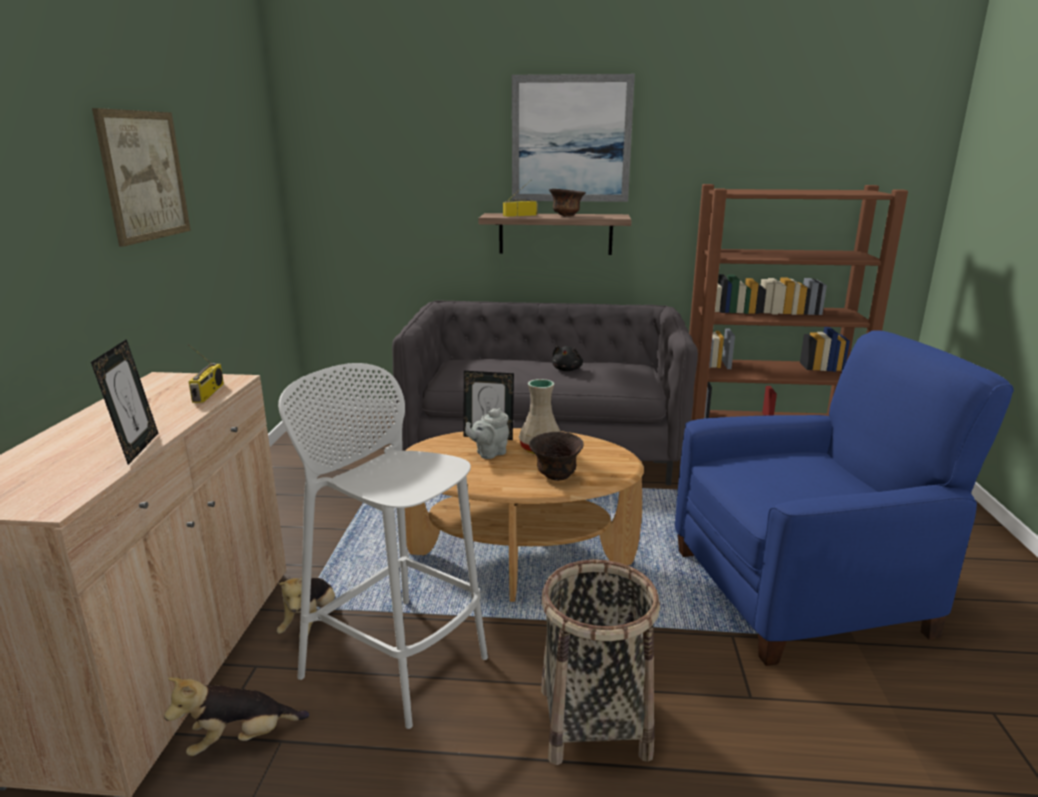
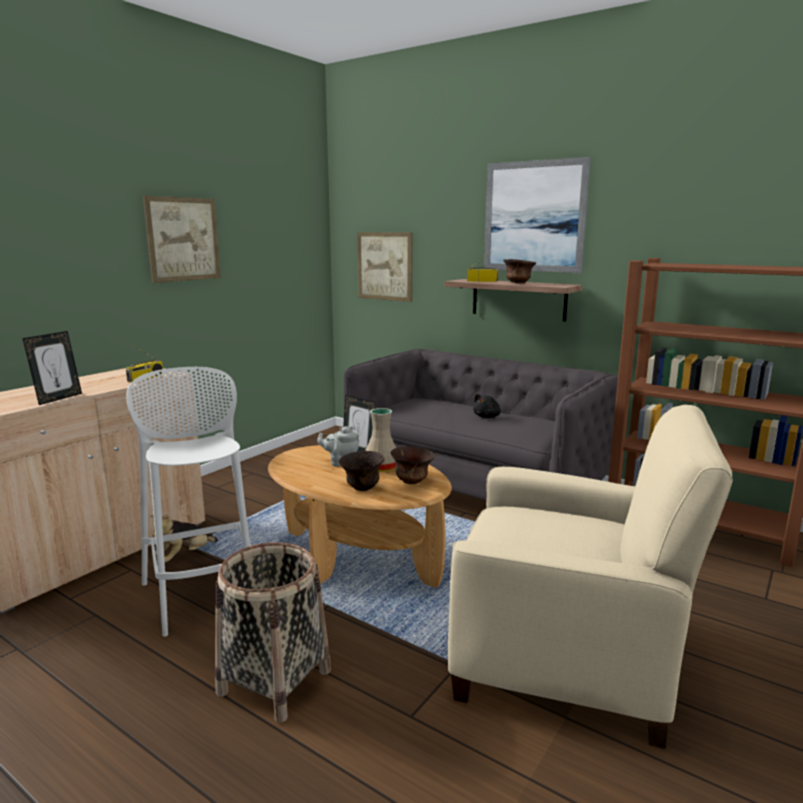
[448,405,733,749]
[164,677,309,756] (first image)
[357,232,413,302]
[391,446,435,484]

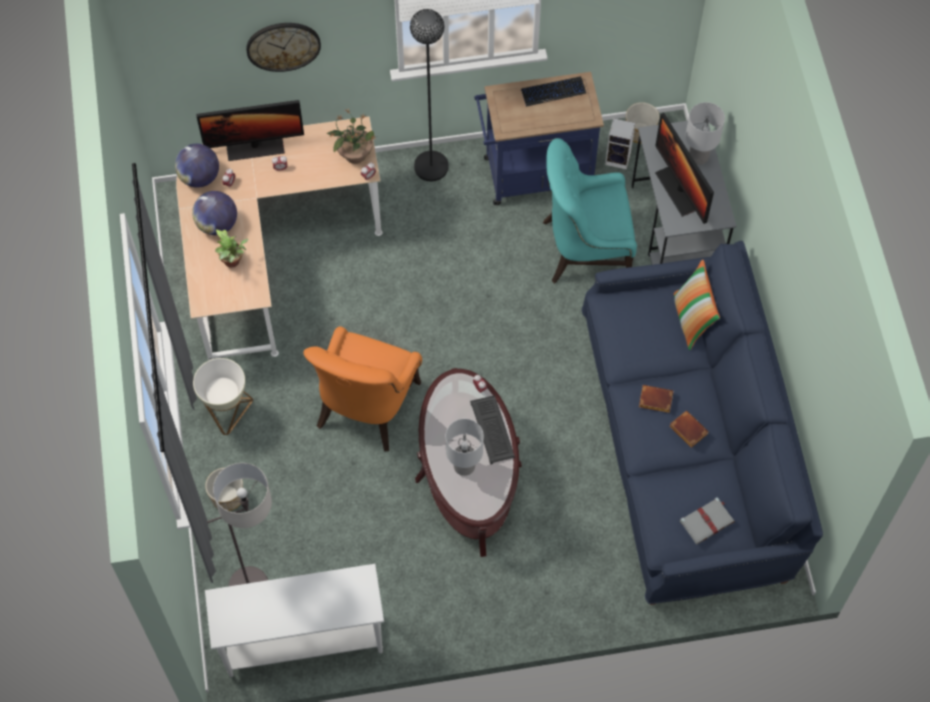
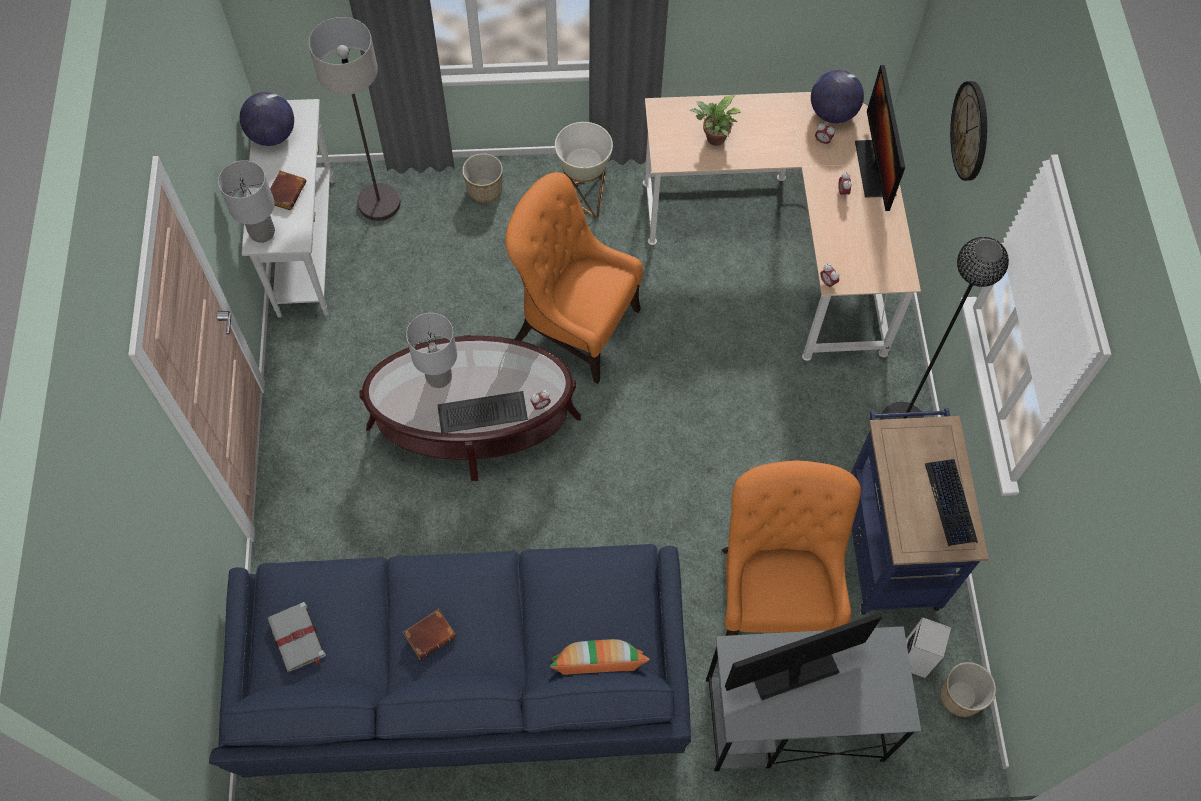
[218,160,275,243]
[327,109,377,164] (first image)
[721,461,861,636]
[240,92,294,146]
[270,171,306,210]

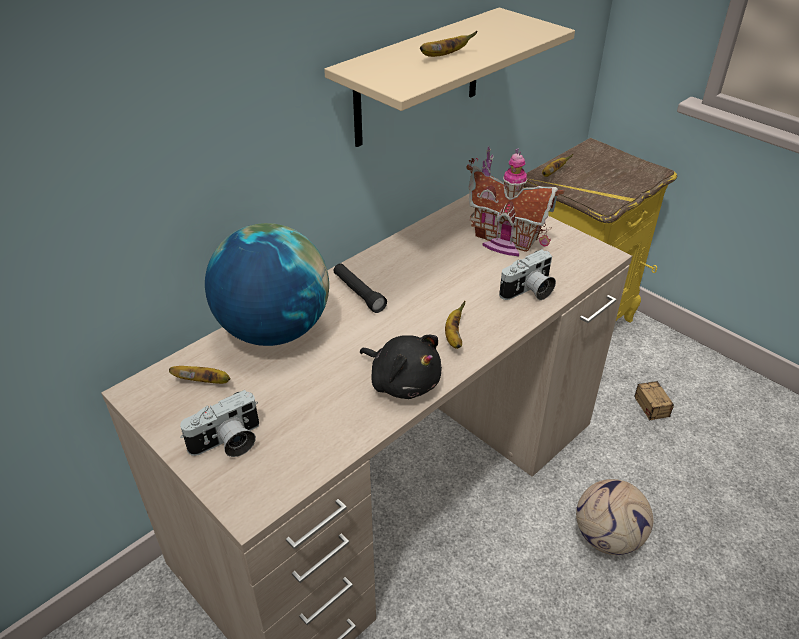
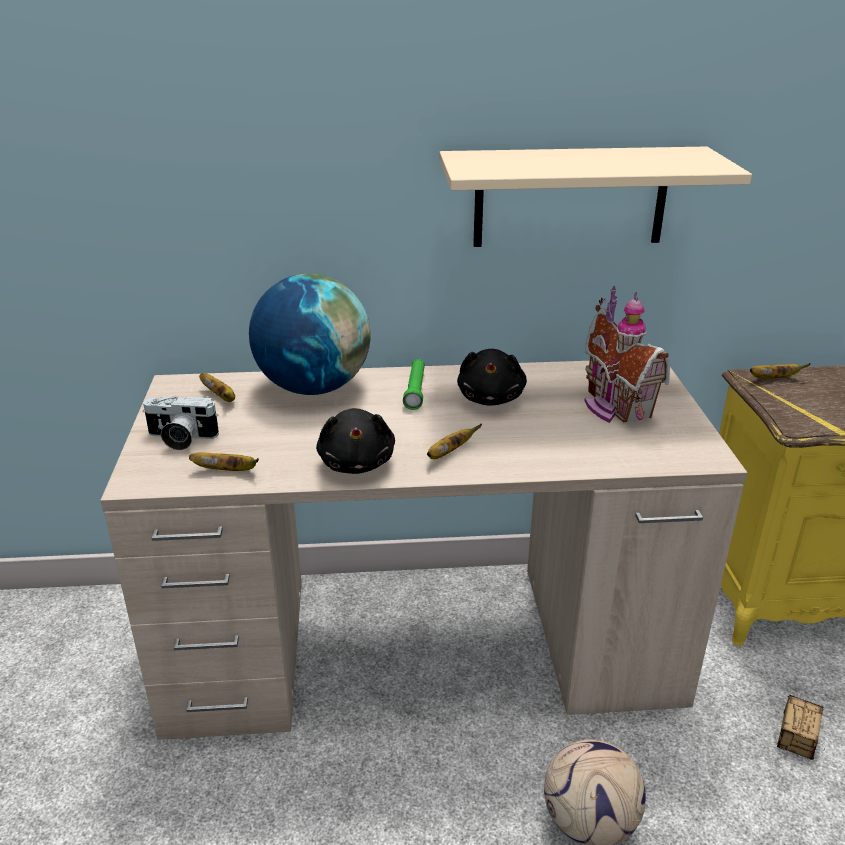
[189,452,259,471]
[499,249,556,300] (first image)
[403,359,425,410]
[457,349,527,405]

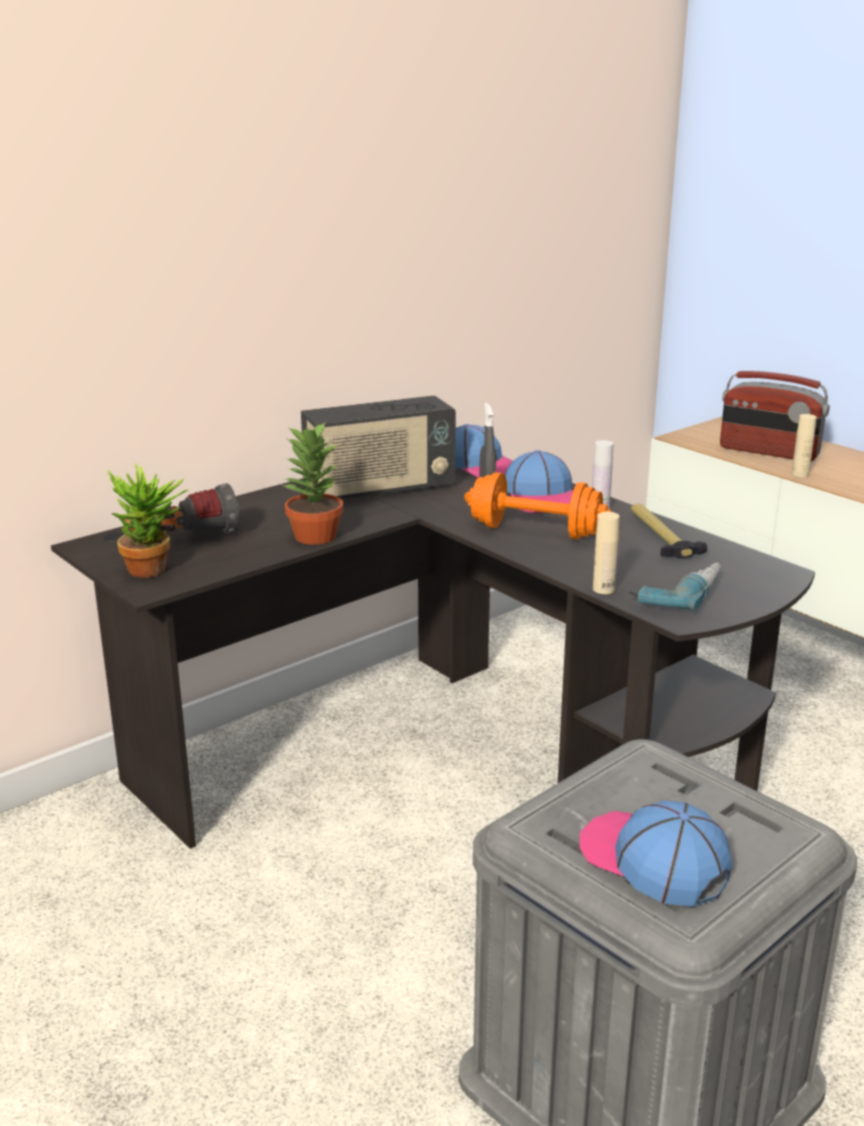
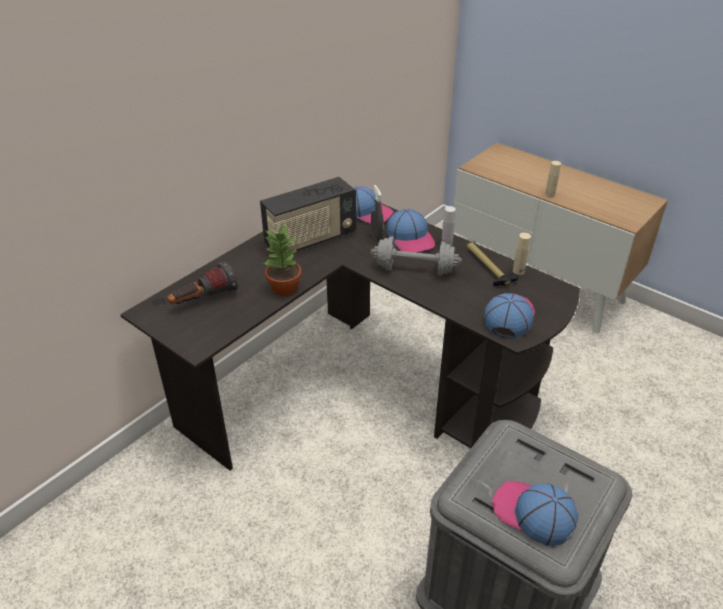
[720,371,830,462] (first image)
[107,464,189,578] (first image)
[371,236,462,276]
[513,233,531,275]
[484,293,535,338]

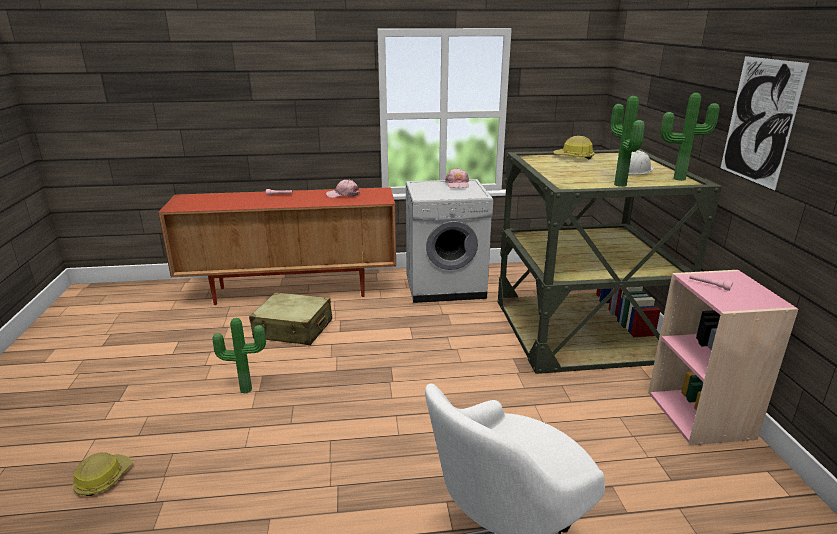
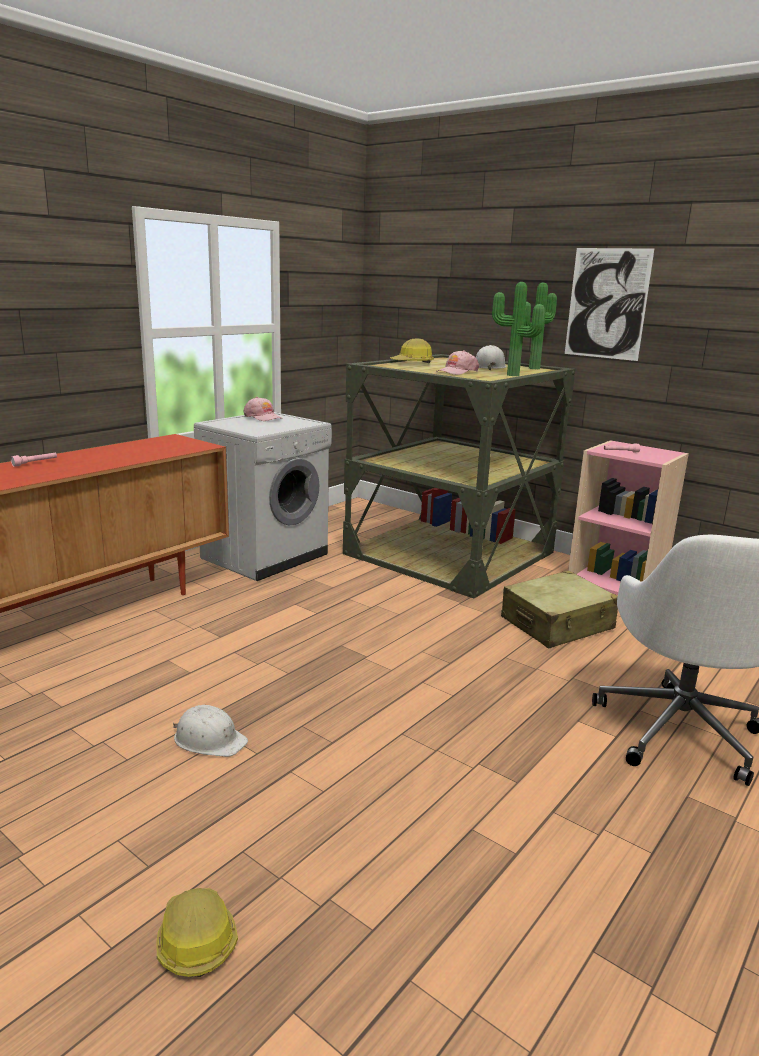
[436,350,479,375]
[501,570,618,648]
[173,705,248,757]

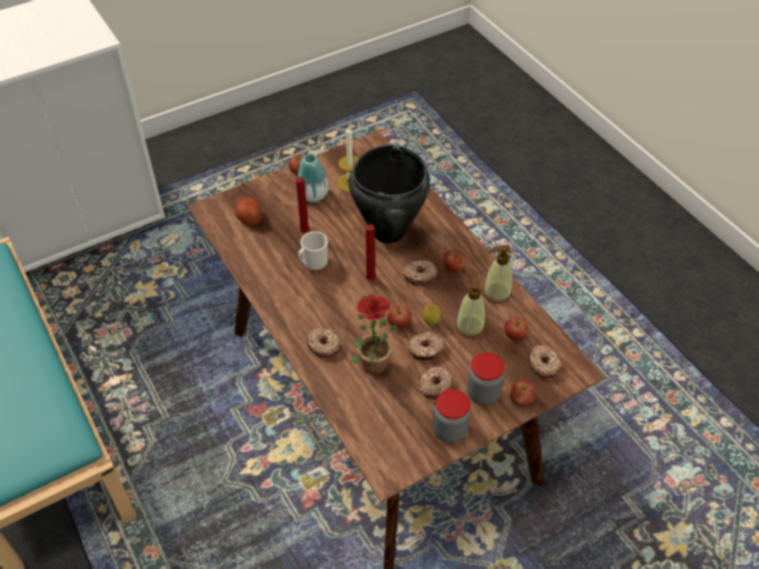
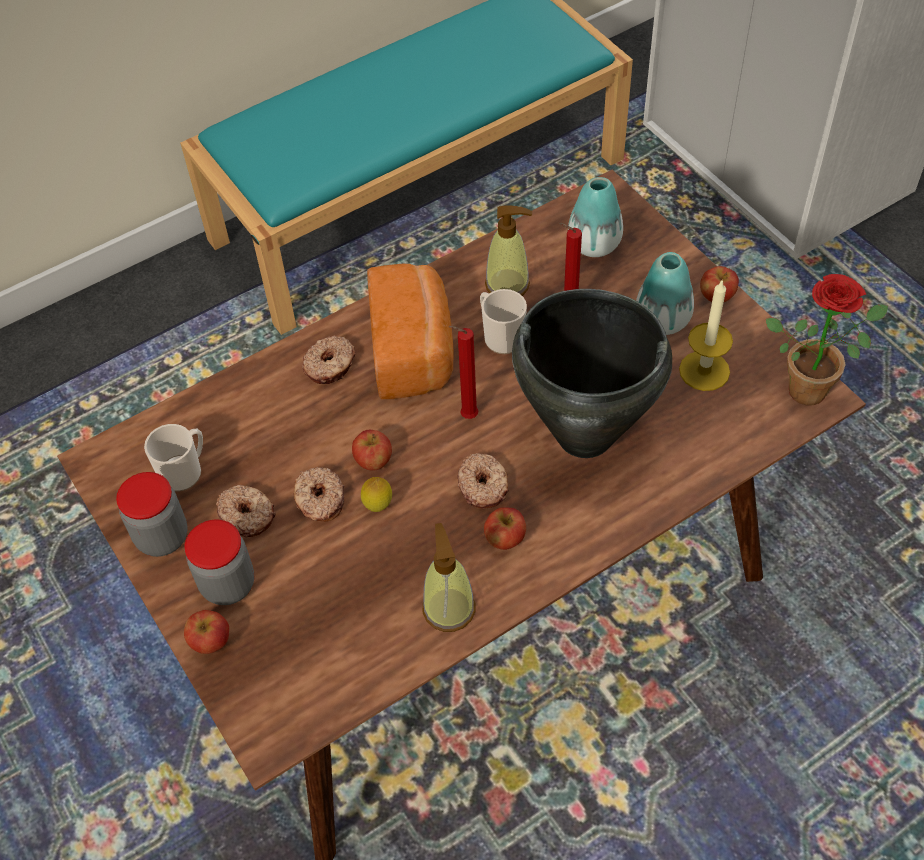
[568,177,623,257]
[485,205,532,296]
[766,274,888,405]
[504,317,530,341] (first image)
[528,345,562,378] (first image)
[367,264,454,399]
[144,424,203,491]

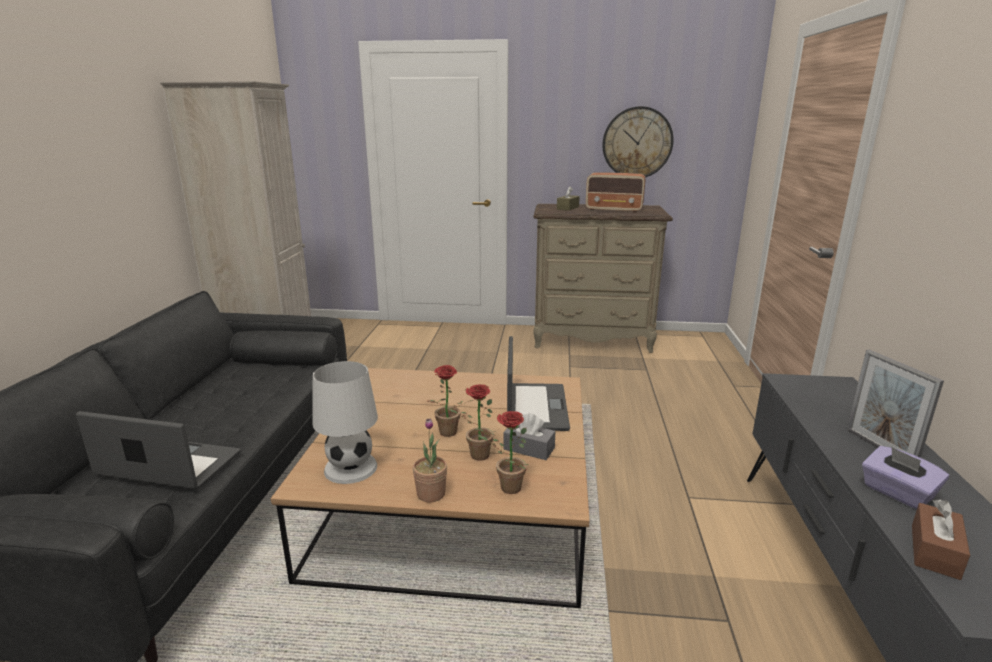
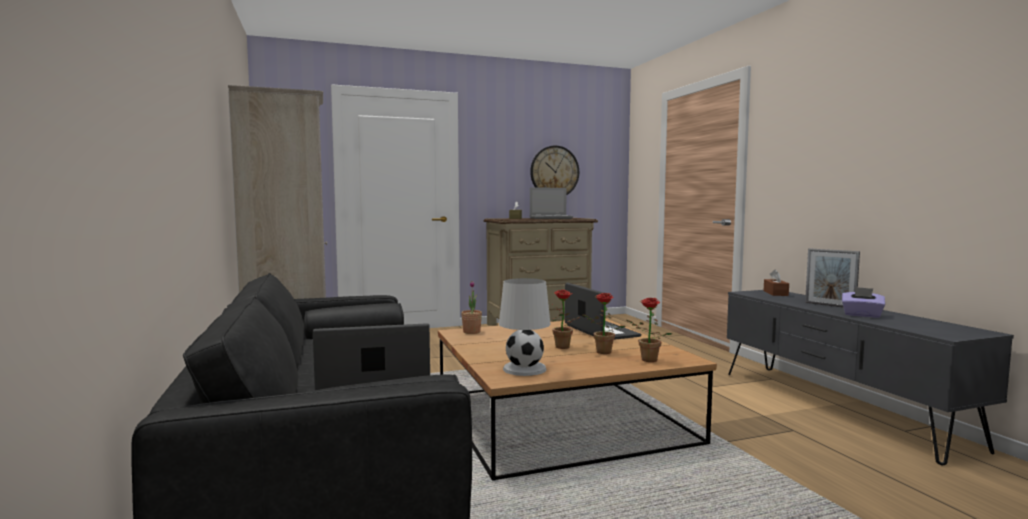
[530,188,573,219]
[503,413,555,460] (first image)
[461,281,482,334]
[764,269,789,296]

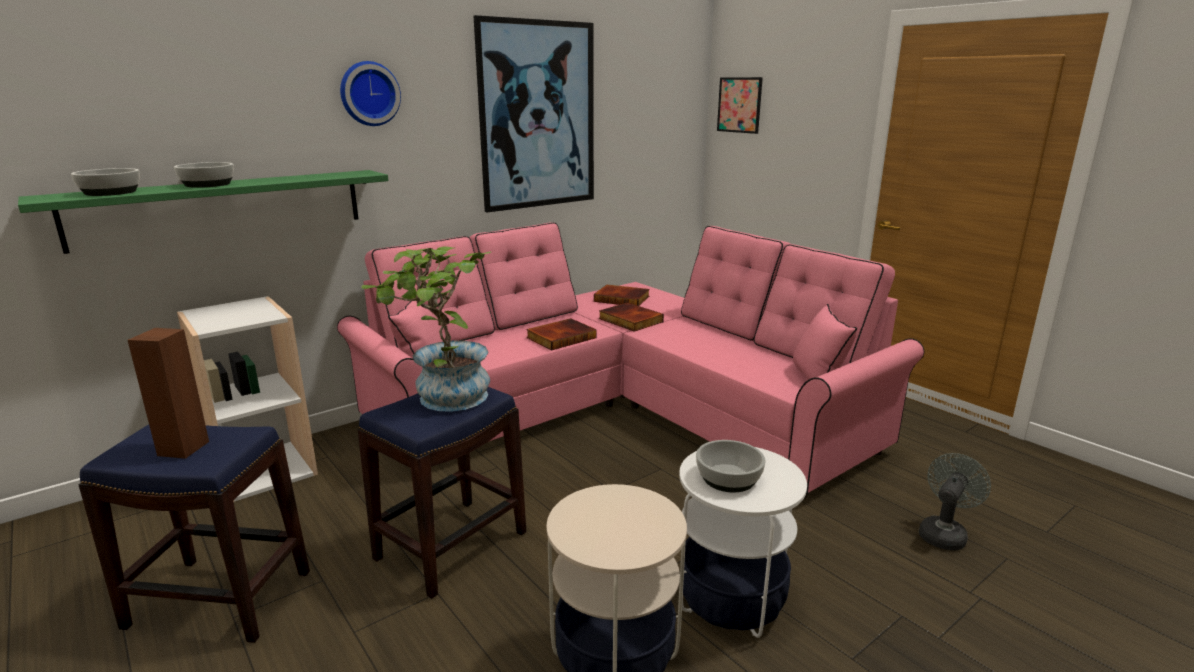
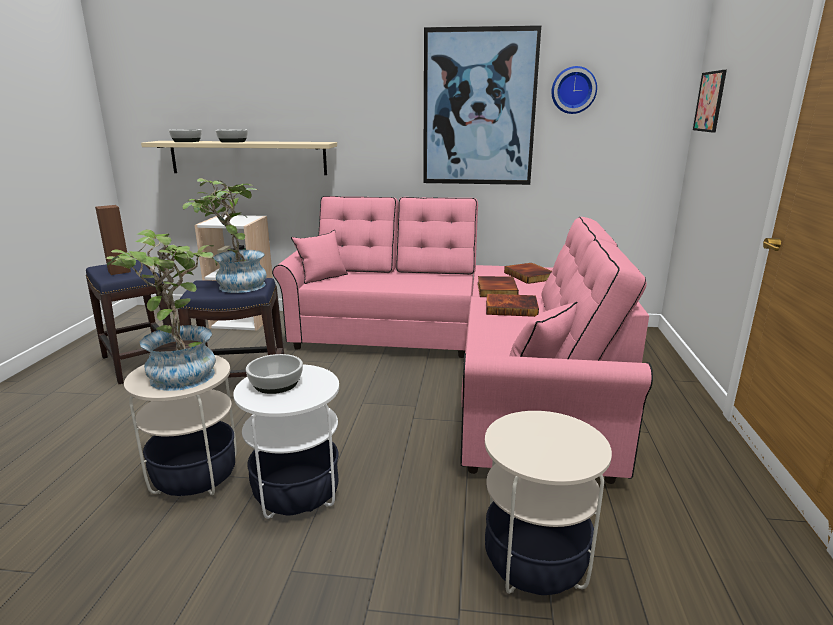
[552,66,597,114]
[141,141,337,175]
[486,294,539,317]
[485,411,612,595]
[106,229,218,391]

